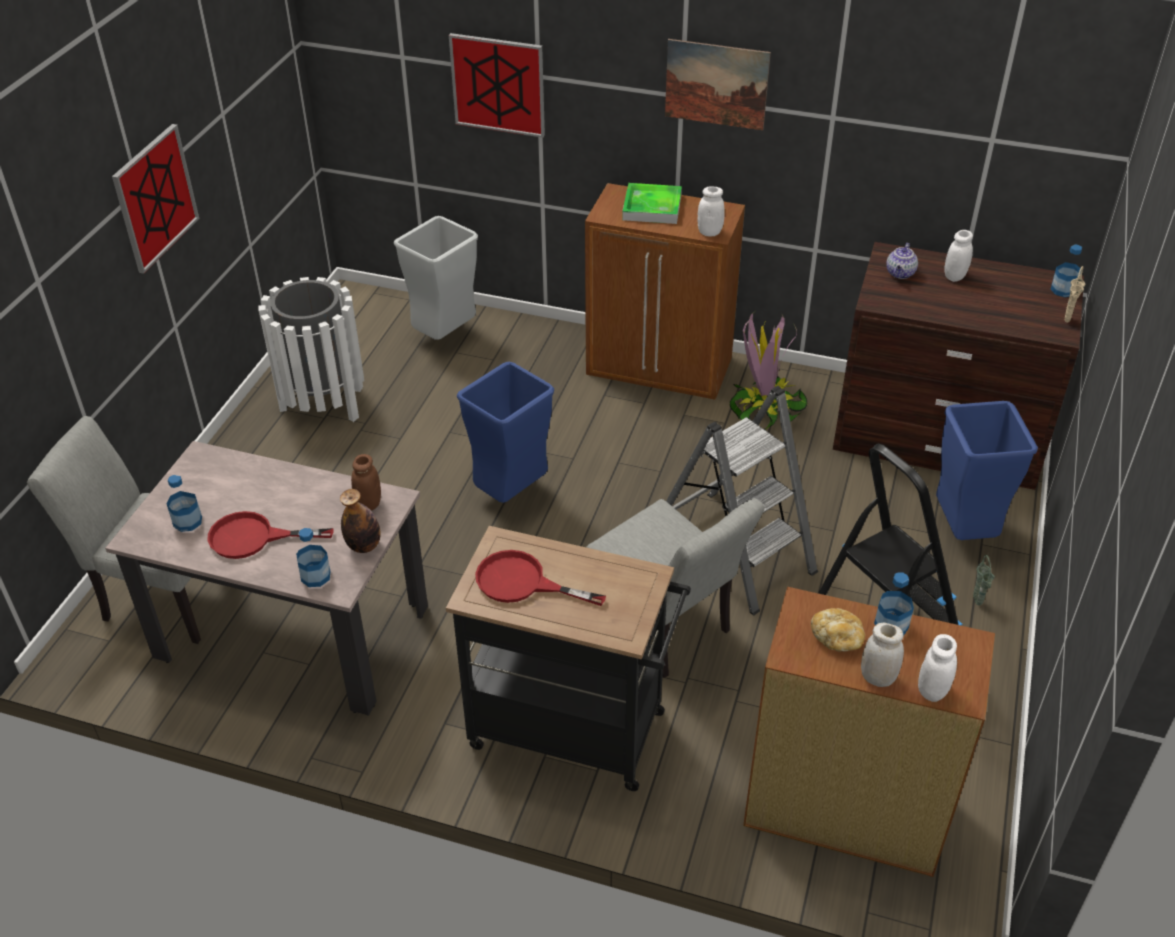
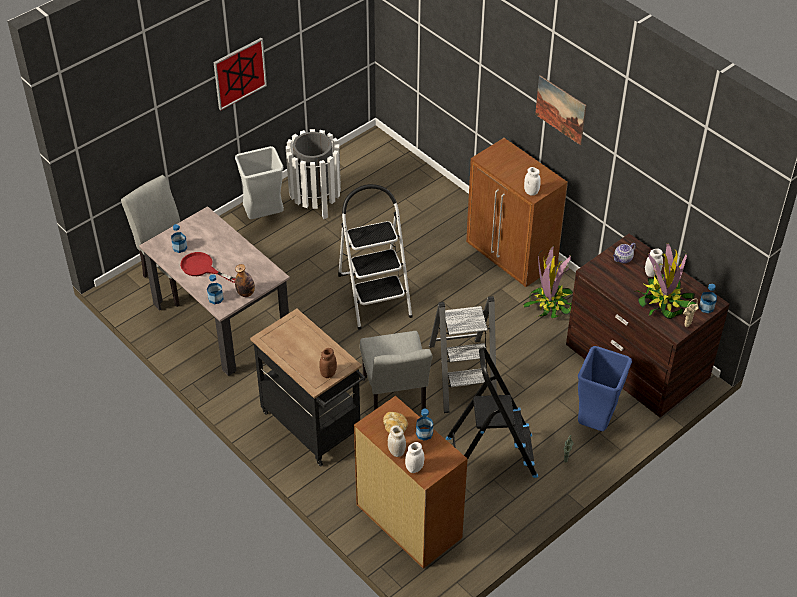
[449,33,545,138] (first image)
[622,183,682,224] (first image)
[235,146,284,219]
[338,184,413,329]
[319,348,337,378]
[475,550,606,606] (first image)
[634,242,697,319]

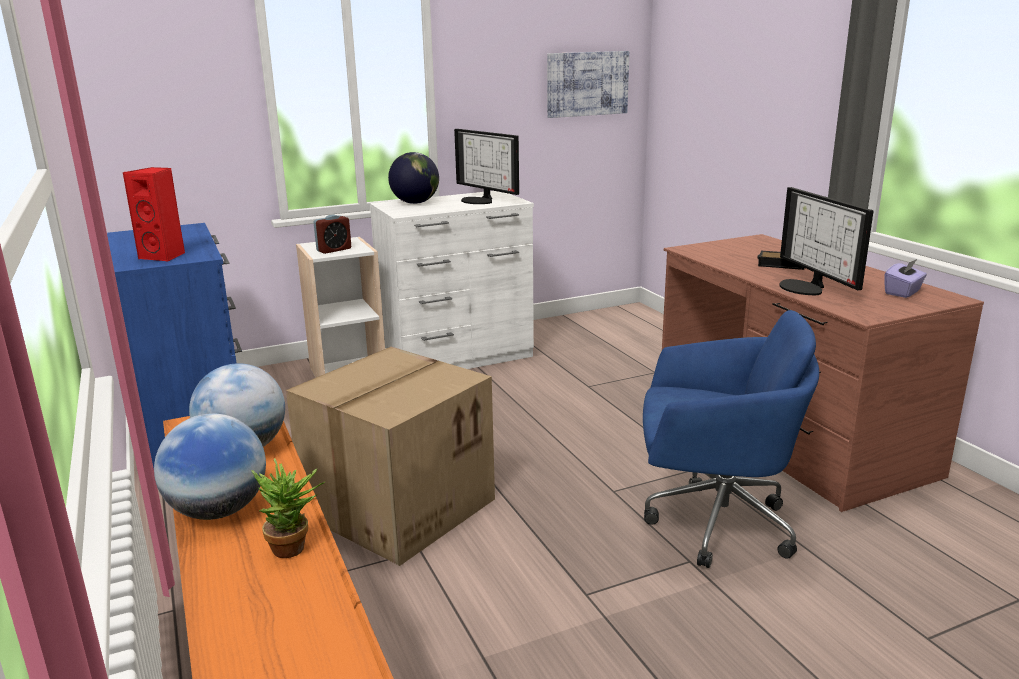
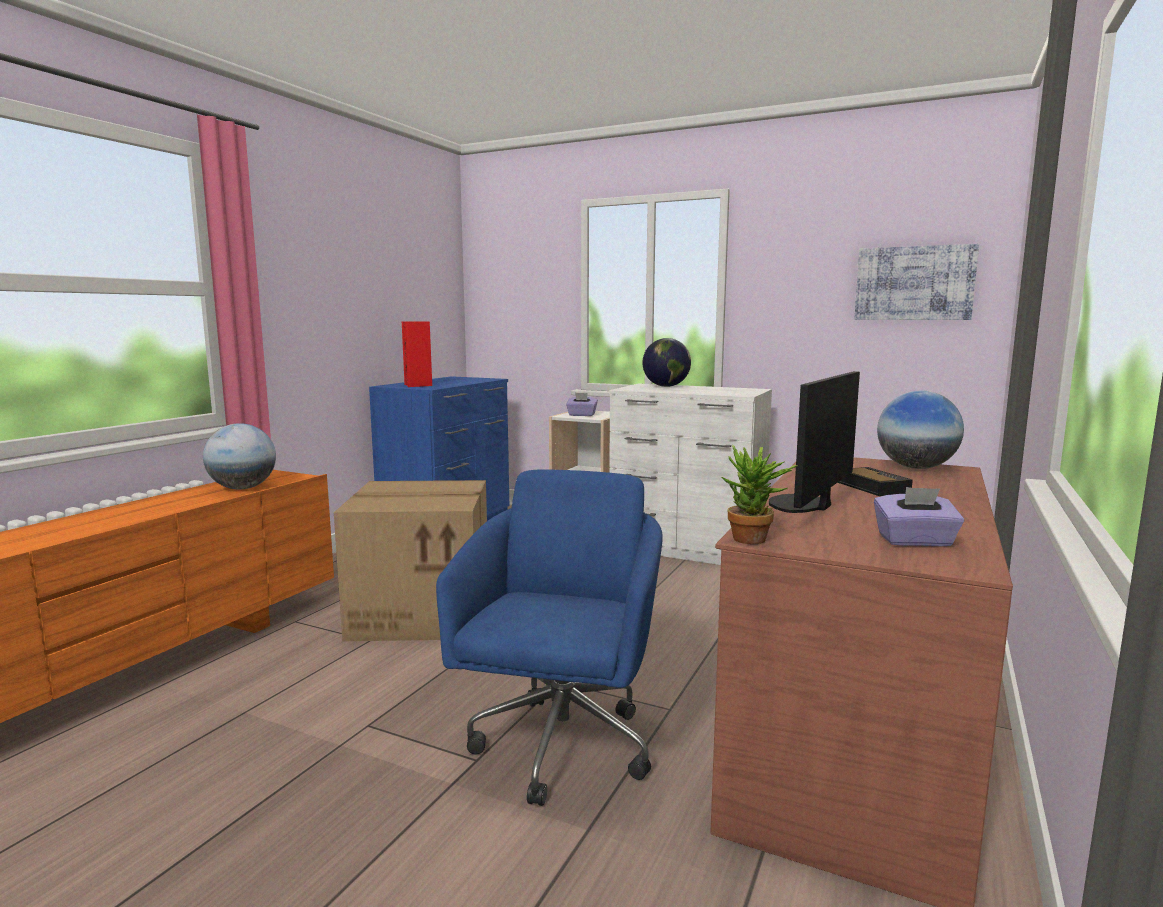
[454,129,519,204] (first image)
[566,393,598,416]
[436,469,662,806]
[877,391,964,469]
[722,445,798,544]

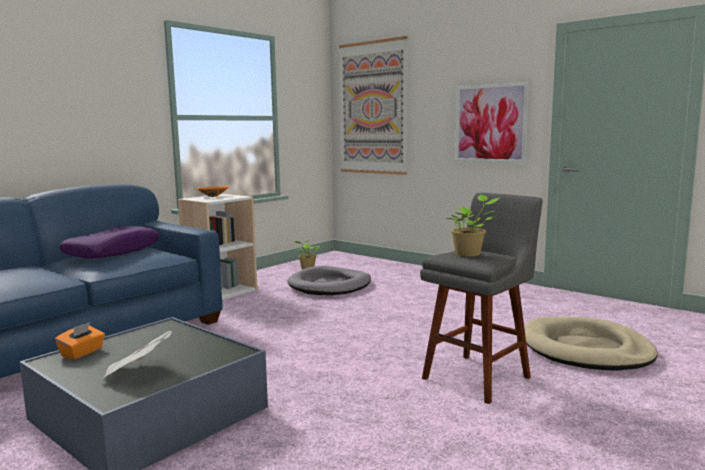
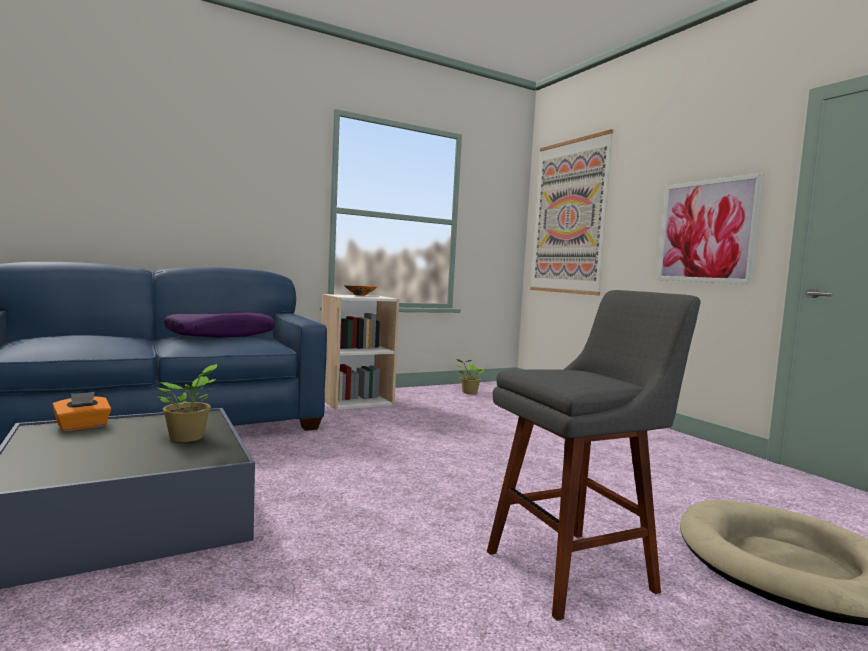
[156,364,217,442]
[287,266,371,295] (first image)
[103,331,172,378] (first image)

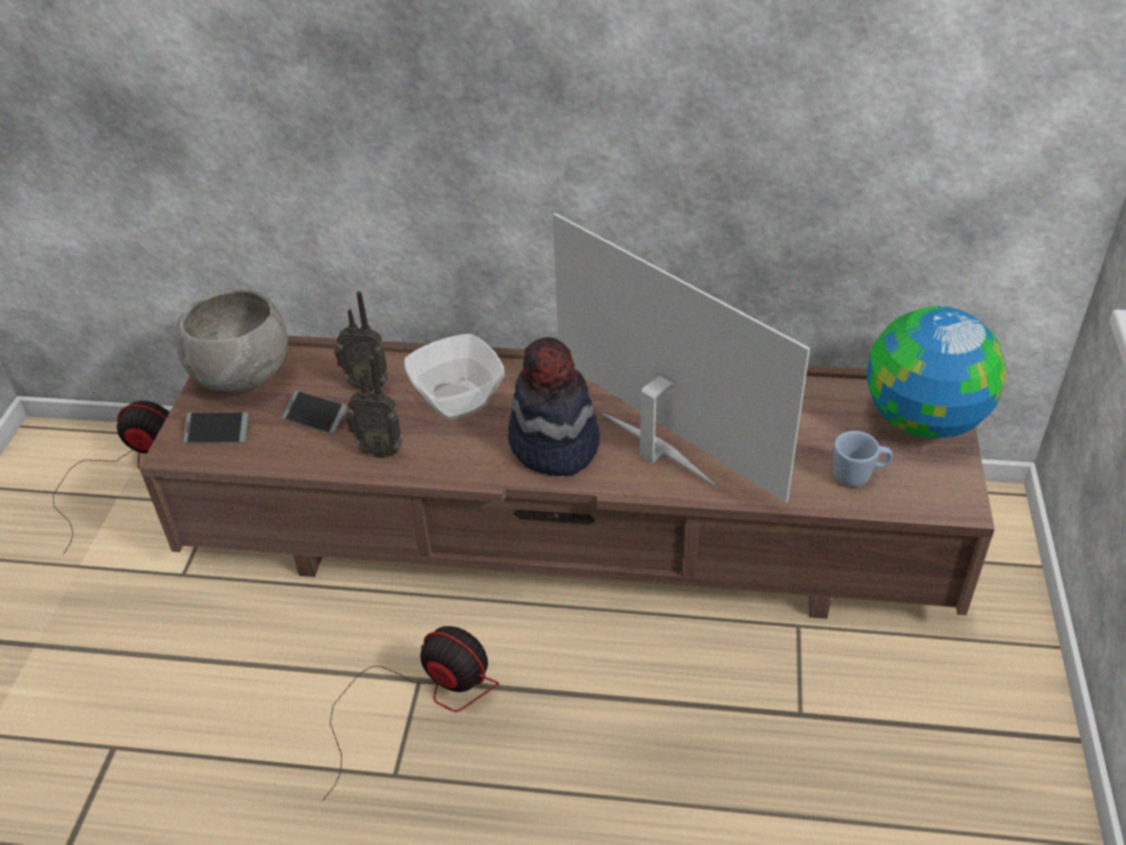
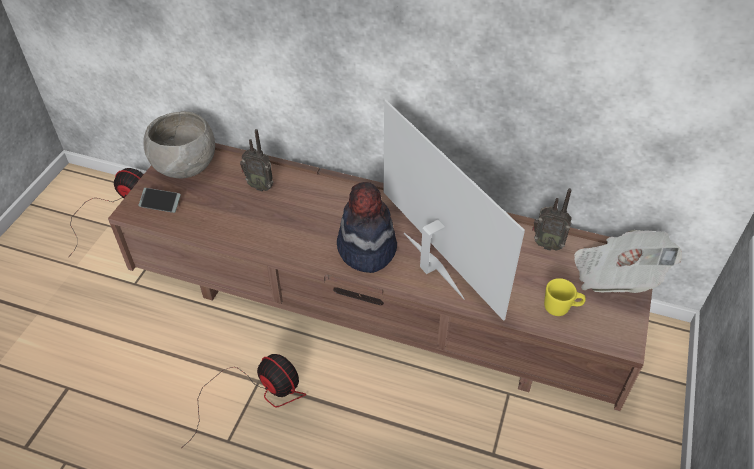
[574,230,682,293]
[404,334,505,420] (first image)
[532,188,572,251]
[283,391,347,434] (first image)
[544,278,586,316]

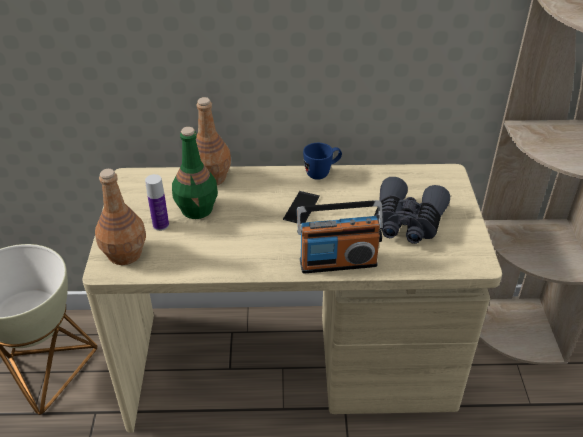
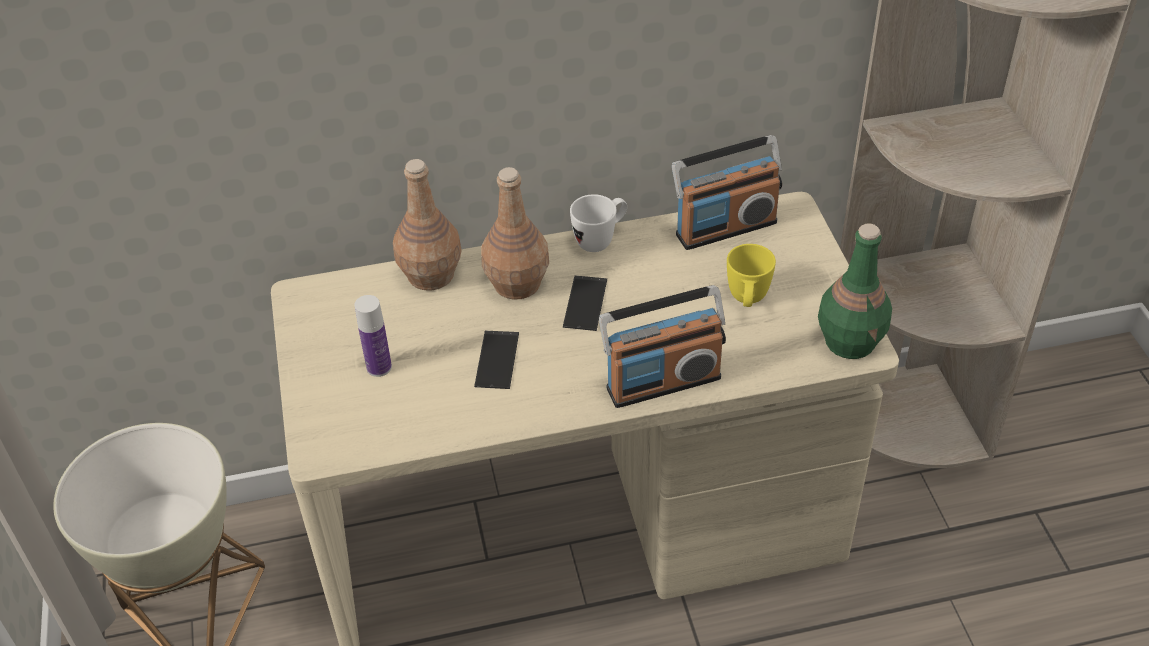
[818,223,892,359]
[570,194,627,252]
[481,167,549,300]
[727,244,776,307]
[672,135,782,250]
[474,331,519,389]

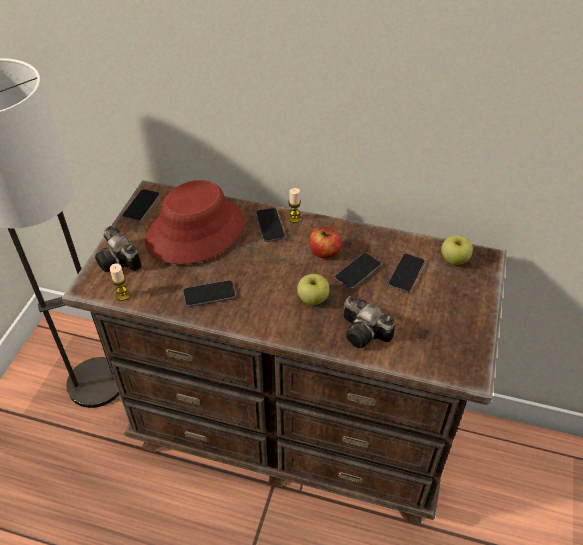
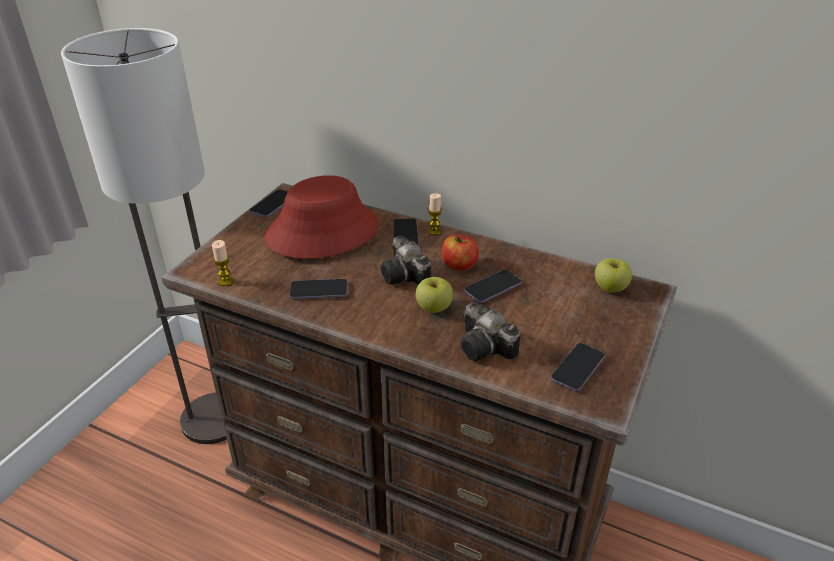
[381,236,431,285]
[551,343,605,392]

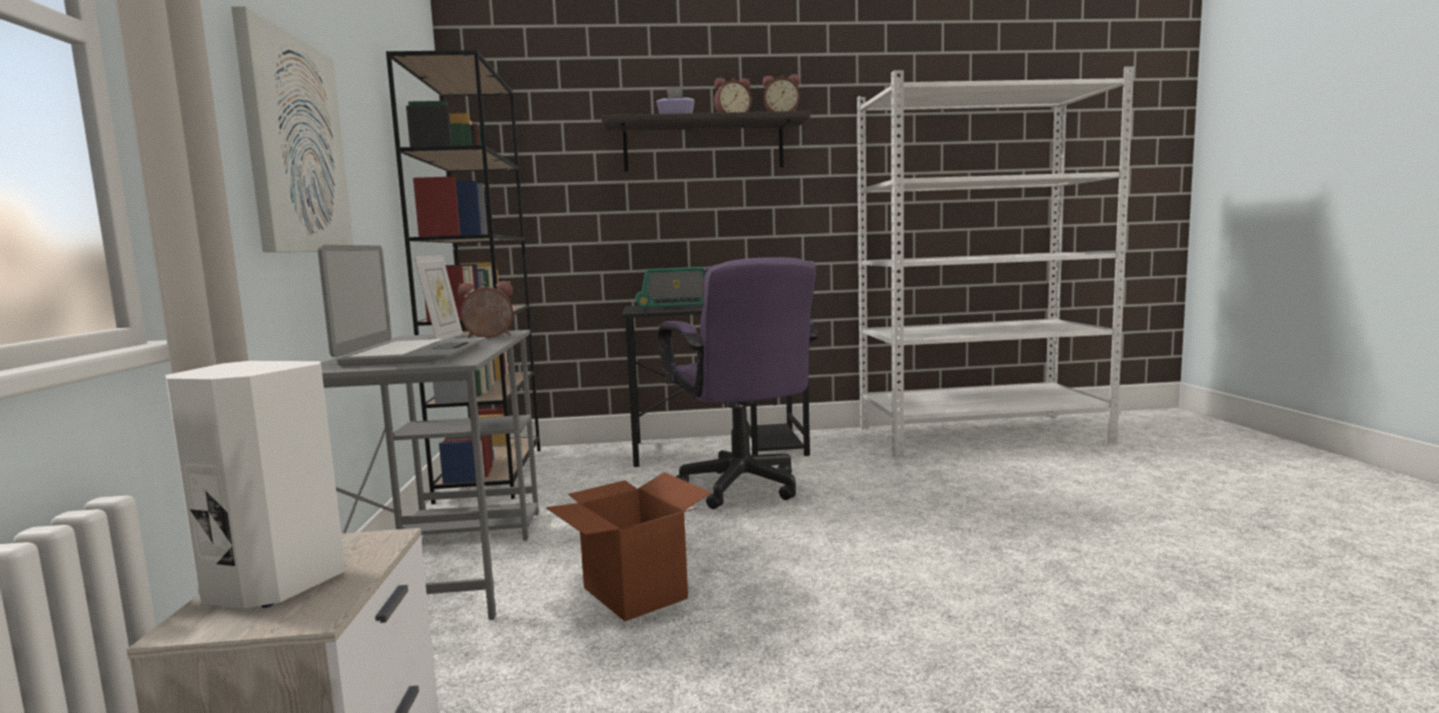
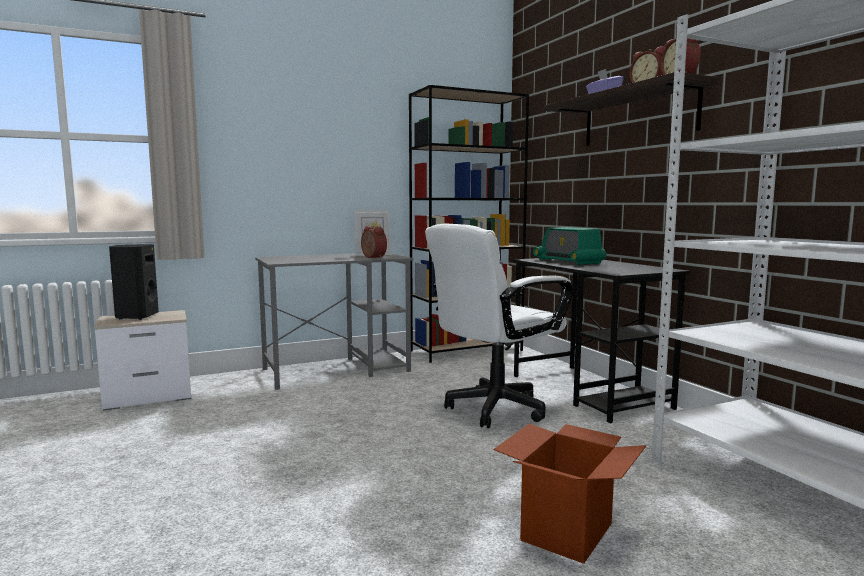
[231,6,354,252] (first image)
[317,245,486,366] (first image)
[425,223,573,428]
[109,244,159,320]
[494,423,646,564]

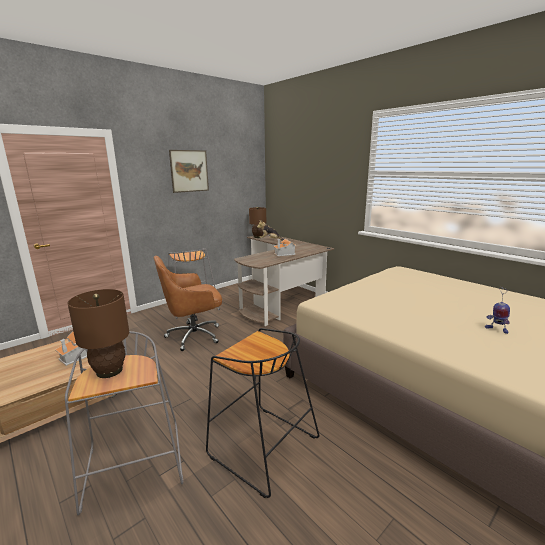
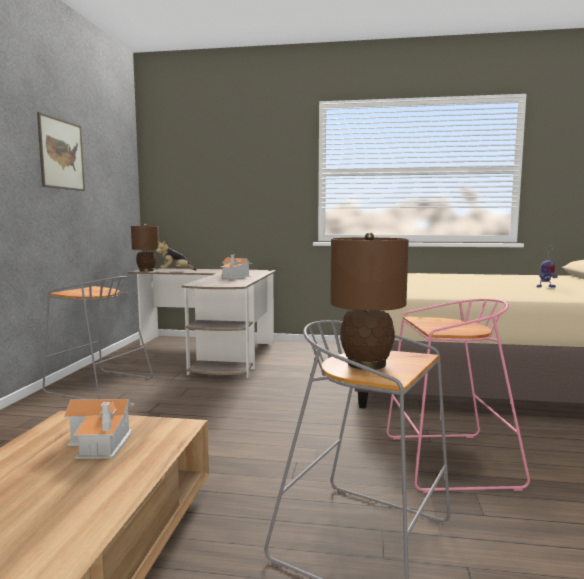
[154,255,222,351] (first image)
[386,299,530,493]

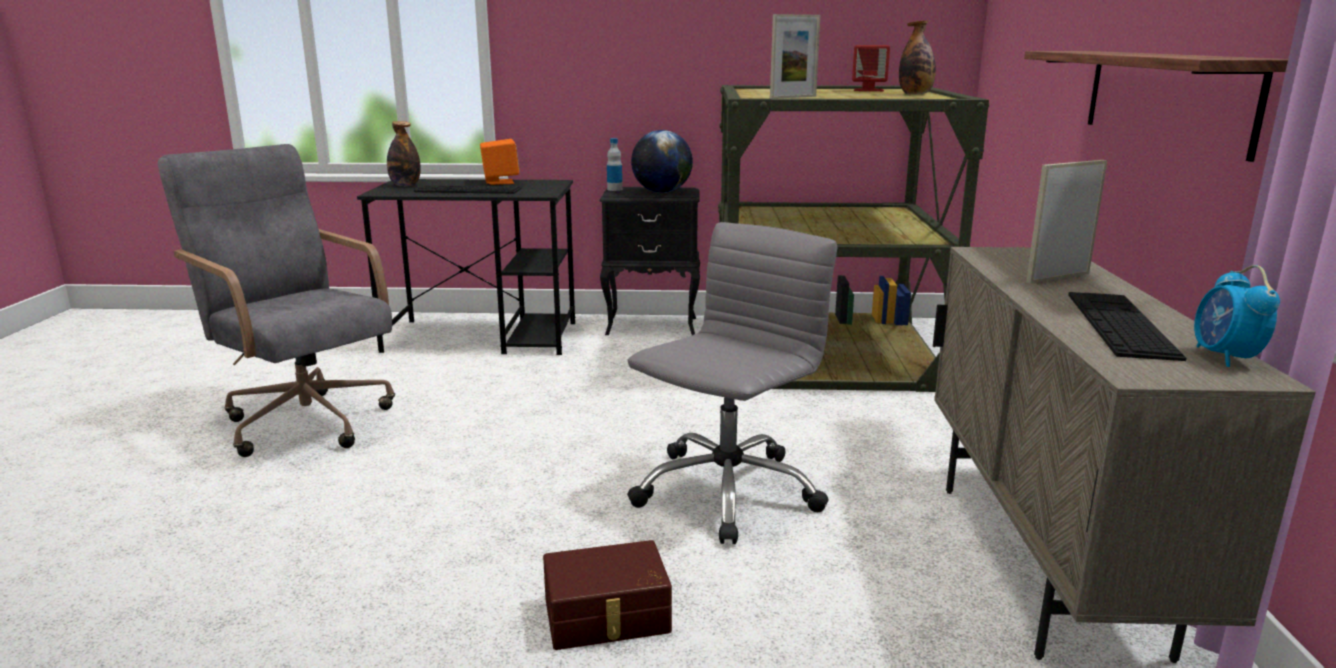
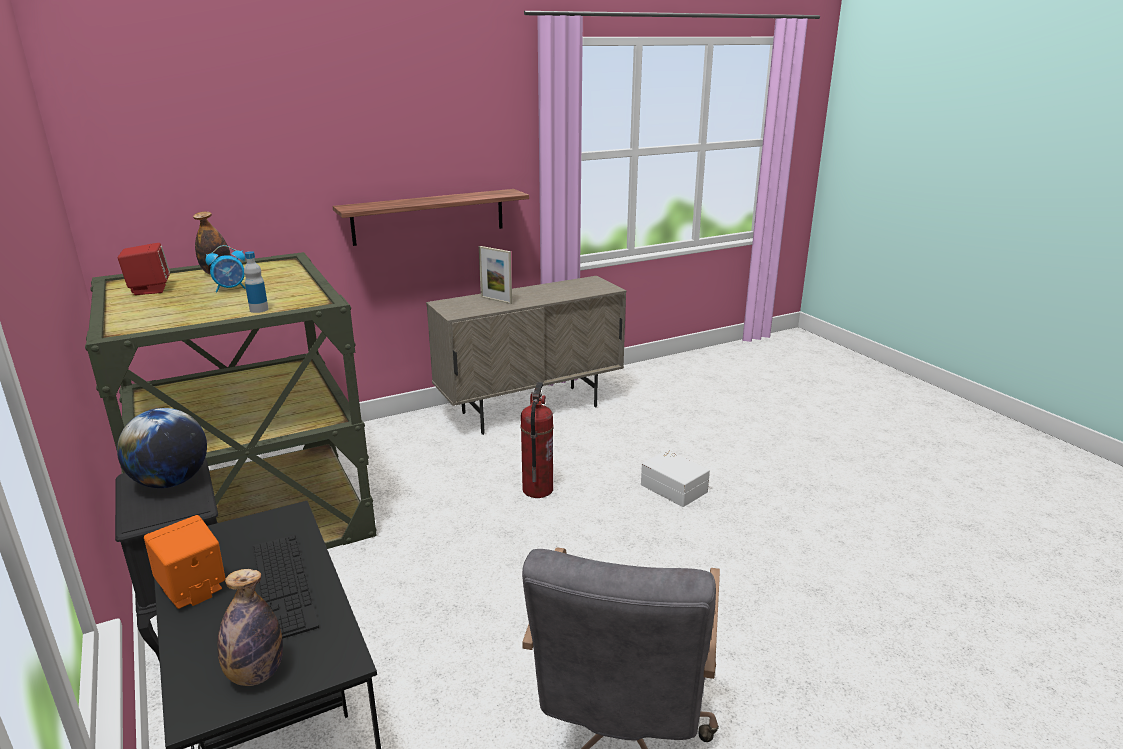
[770,14,821,99] (first image)
[244,251,268,313]
[521,382,553,498]
[206,245,246,293]
[1068,292,1187,361] (first image)
[641,450,710,507]

